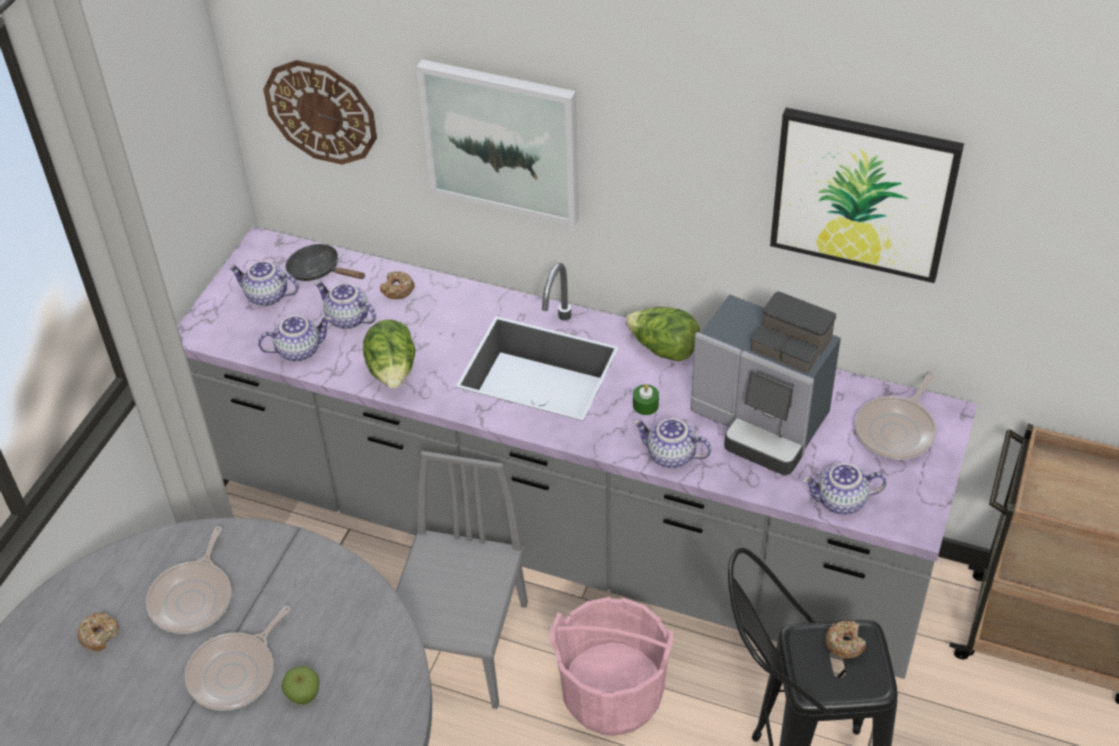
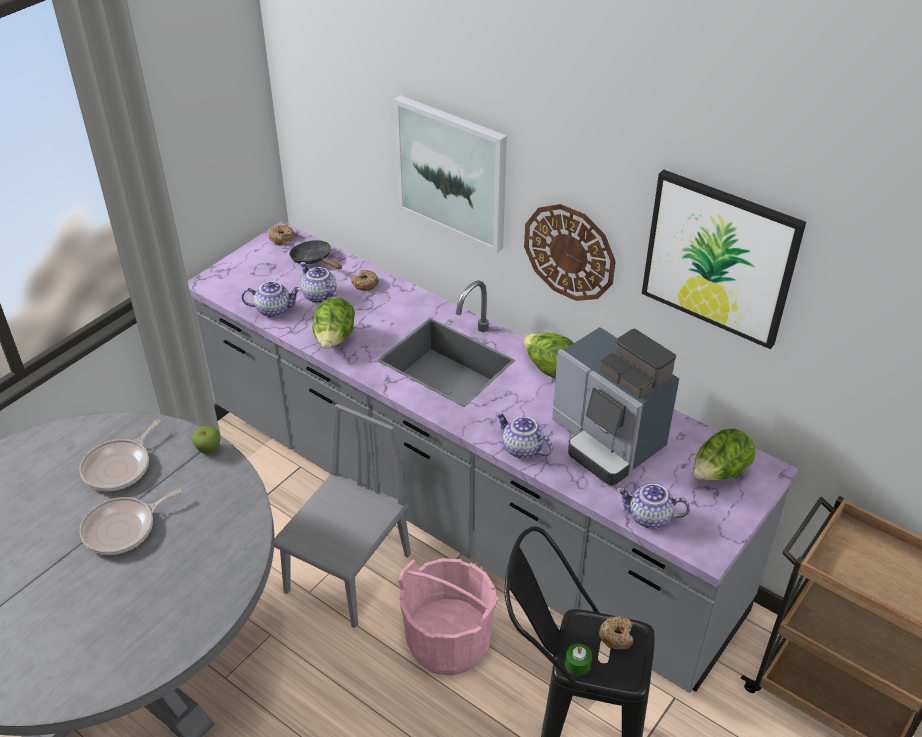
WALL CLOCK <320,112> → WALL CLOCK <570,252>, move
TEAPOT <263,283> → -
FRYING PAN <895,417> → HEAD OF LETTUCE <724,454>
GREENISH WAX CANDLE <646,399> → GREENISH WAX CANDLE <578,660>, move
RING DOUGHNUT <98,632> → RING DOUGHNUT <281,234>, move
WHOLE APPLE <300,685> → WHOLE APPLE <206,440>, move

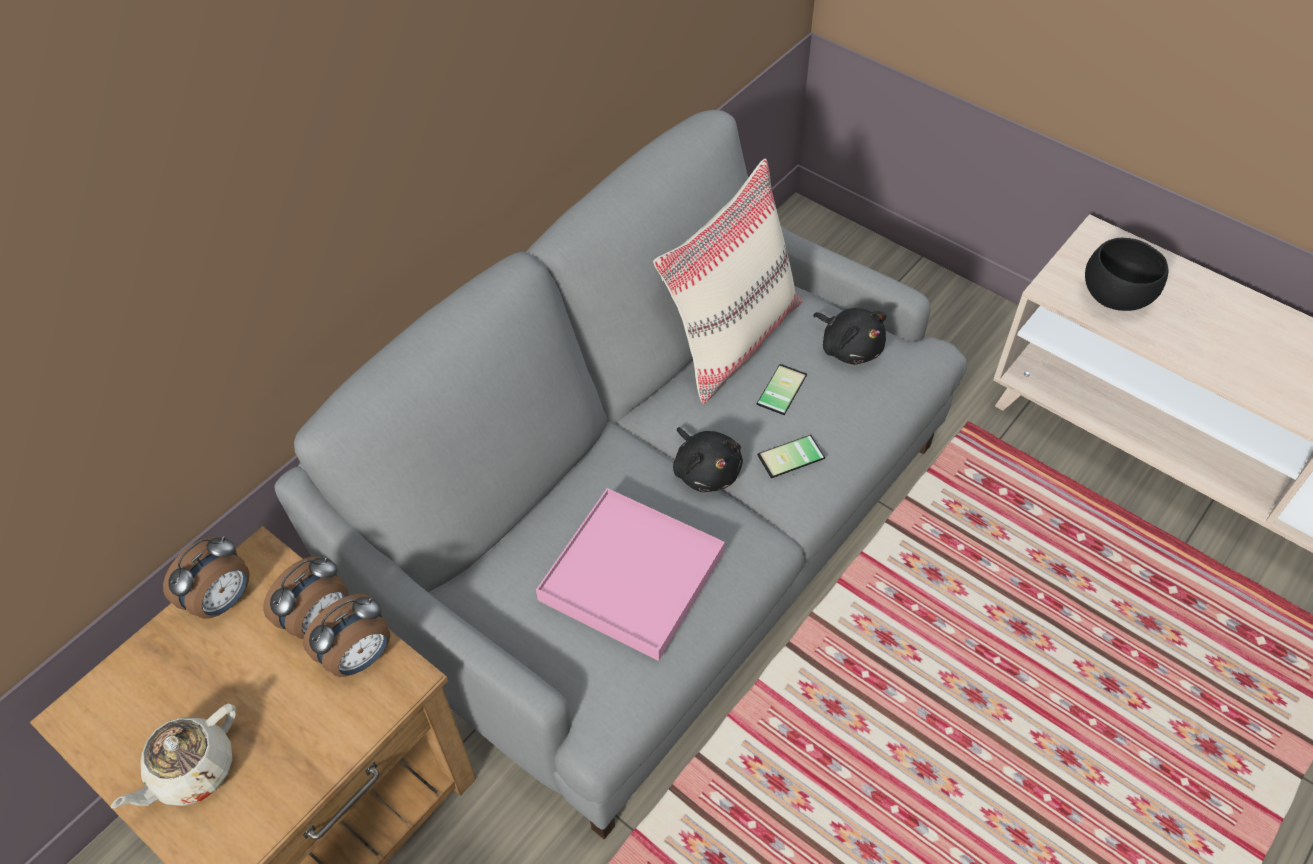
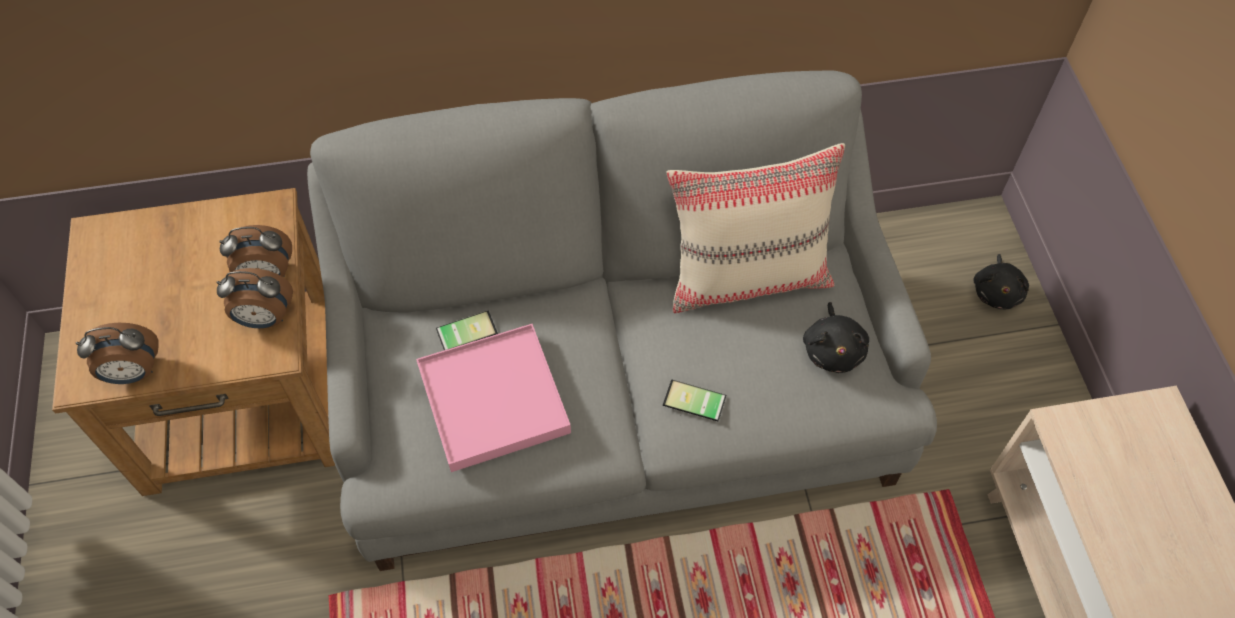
BLACK-COLOURED SERVING BOWL <1126,274> → -
TELEPHONE <782,389> → TELEPHONE <467,330>, move
BLACK-COLOURED PLUSH TOY <708,459> → BLACK-COLOURED PLUSH TOY <1001,281>, move
BEDSIDE CLOCK <206,577> → BEDSIDE CLOCK <117,353>, move
BEIGE-COLOURED TEAPOT <174,756> → -

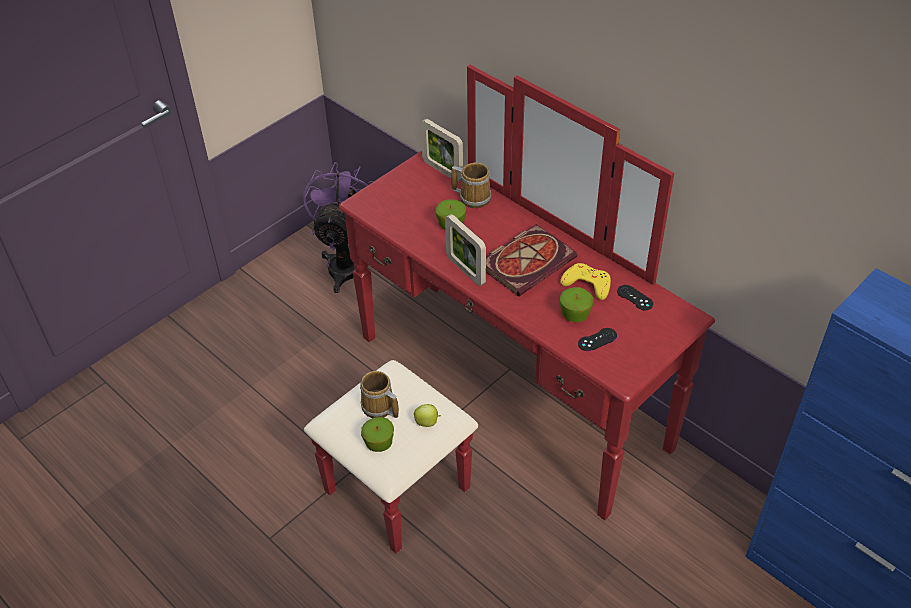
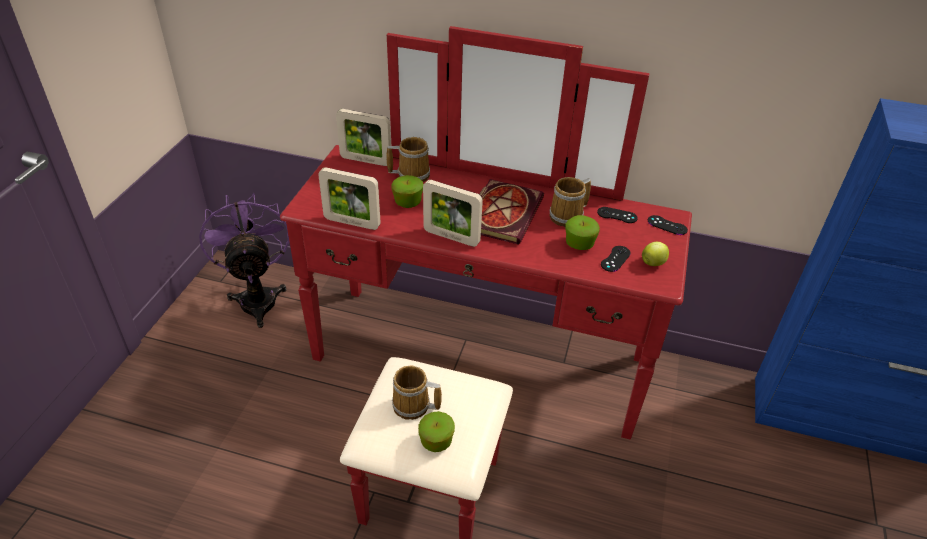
YELLOW-COLOURED GAMEPAD <585,281> → TEA MUG <570,202>
WHOLE APPLE <427,415> → WHOLE APPLE <655,254>, move
- → PHOTO FRAME <349,198>
- → BLACK-COLOURED GAMEPAD <668,225>

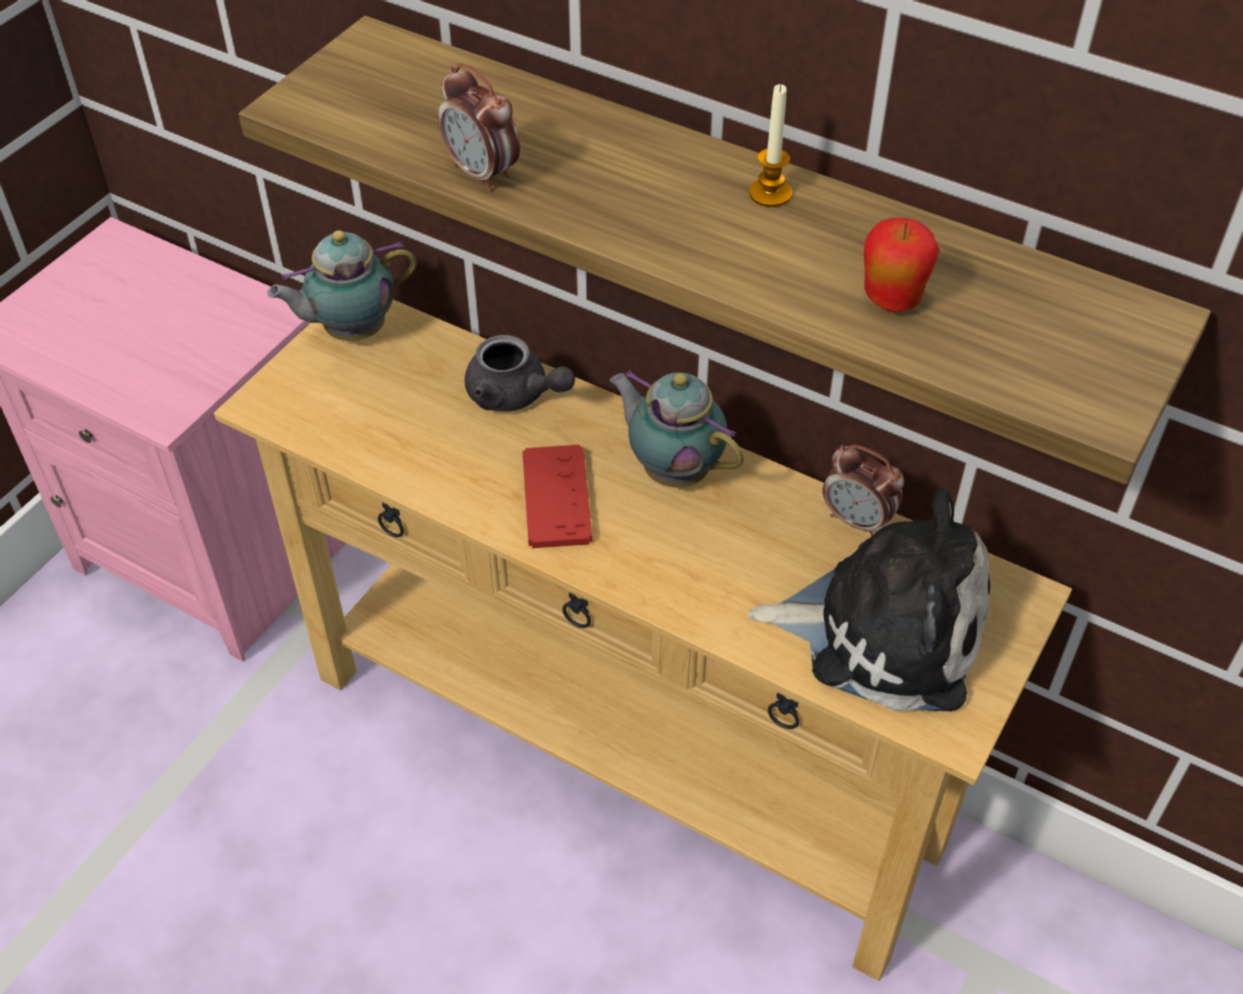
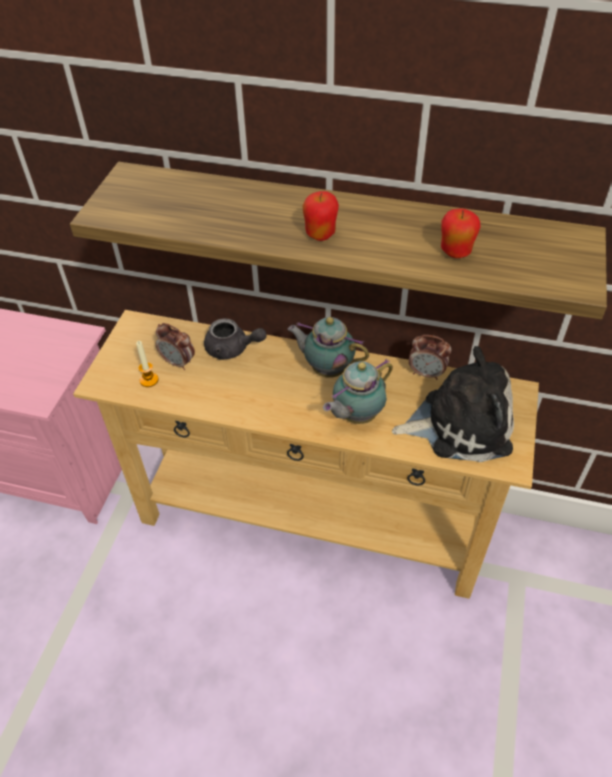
BEDSIDE CLOCK <479,127> → BEDSIDE CLOCK <175,346>, move
WAX CANDLE <770,145> → WAX CANDLE <147,364>, move
TEAPOT <342,285> → TEAPOT <358,391>, move
REDDISH GAMEPAD <557,496> → -
- → WHOLE APPLE <320,216>

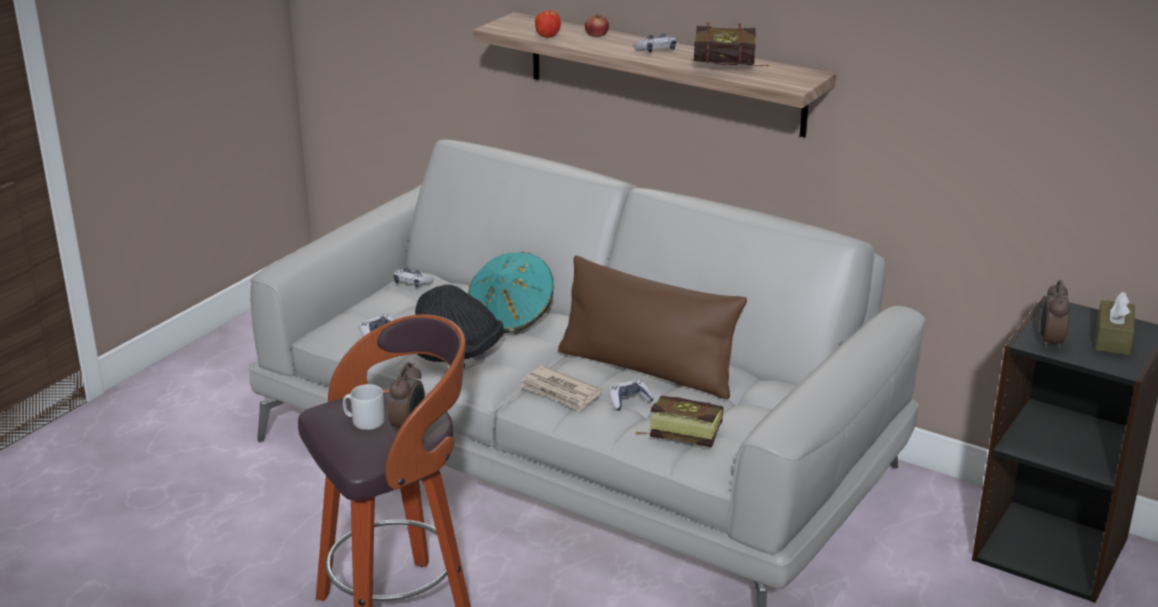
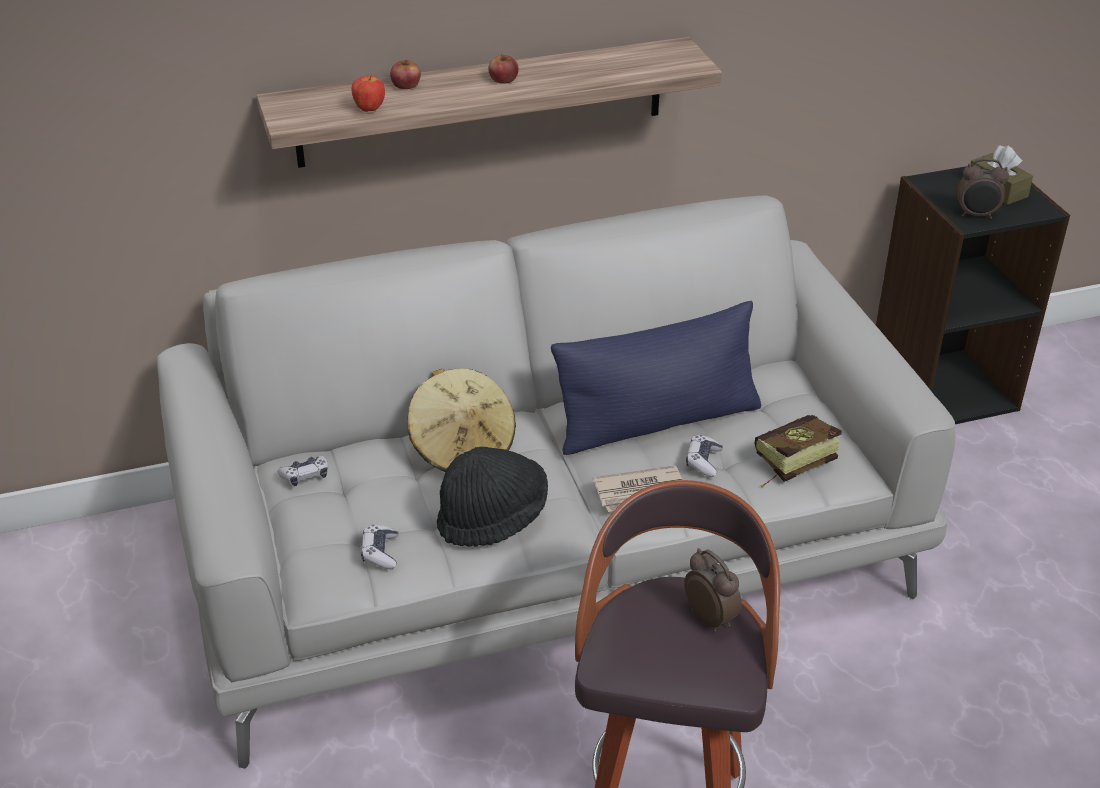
BOUND BOOK <731,45> → -
GAMEPAD <654,43> → WHOLE APPLE <503,69>
BLUE-GREEN CLOTHING HAT <511,292> → BEIGE-COLOURED CLOTHING HAT <462,420>
BROWN CUSHION <652,327> → BLUE CUSHION <656,378>
BEDSIDE CLOCK <1055,314> → BEDSIDE CLOCK <983,188>, 45 degrees counterclockwise
GRAY TEA MUG <364,407> → -

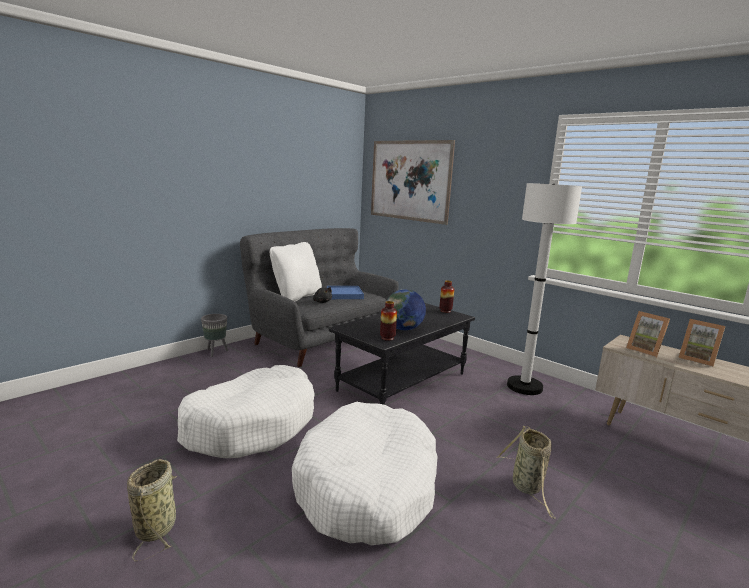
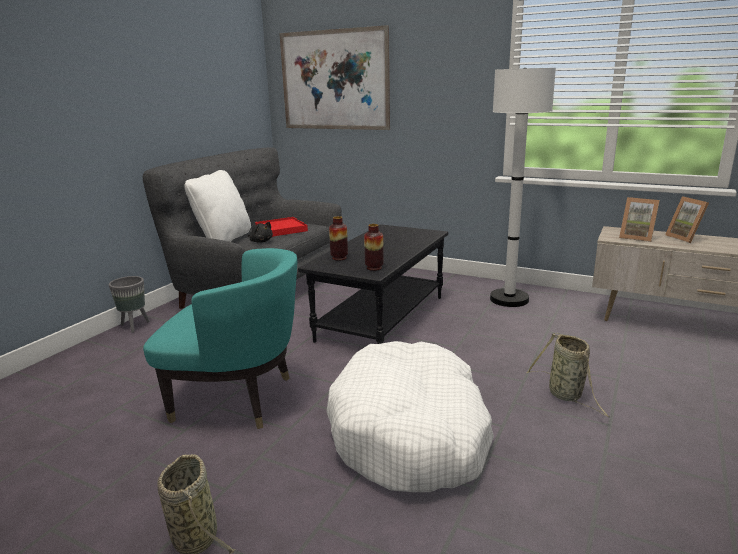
DECORATIVE VASE <446,297> → DECORATIVE VASE <338,238>, move
BLUE CARRYING TRAY <345,292> → REDDISH CARRYING TRAY <281,227>
GLOBE <406,310> → -
PHOTO FRAME <701,343> → PHOTO FRAME <687,219>, 45 degrees clockwise
WHITISH DOG BED <246,411> → BLUE-GREEN EASY CHAIR <220,338>

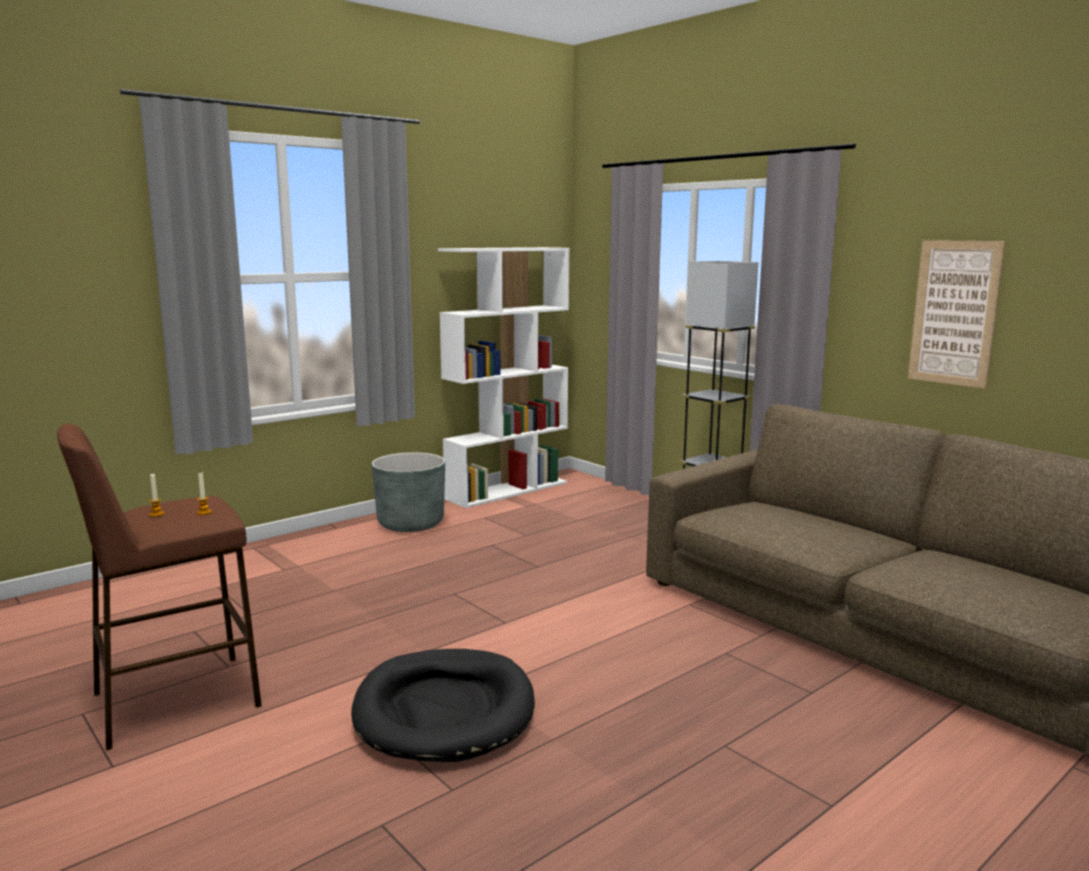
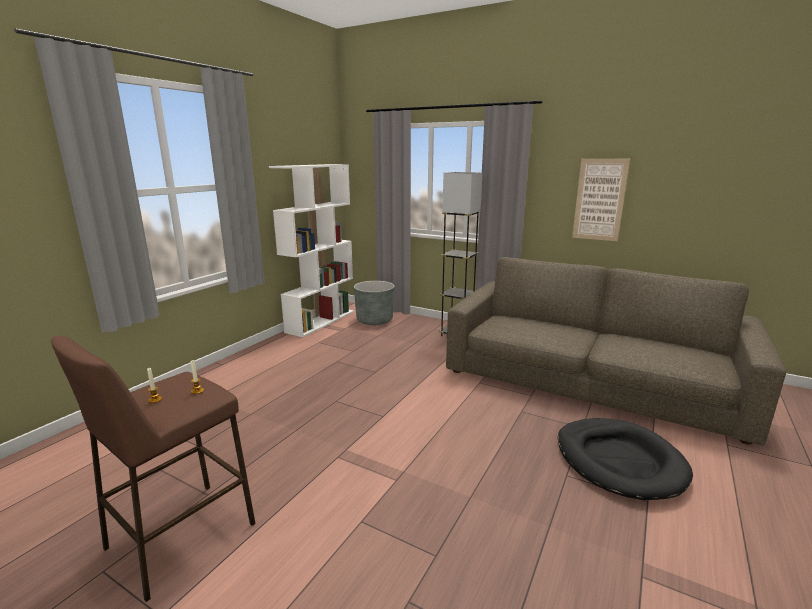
GRAY PLANTER <408,492> → GRAY PLANTER <374,303>, move
BLACK-COLOURED DOG BED <443,705> → BLACK-COLOURED DOG BED <625,459>, move

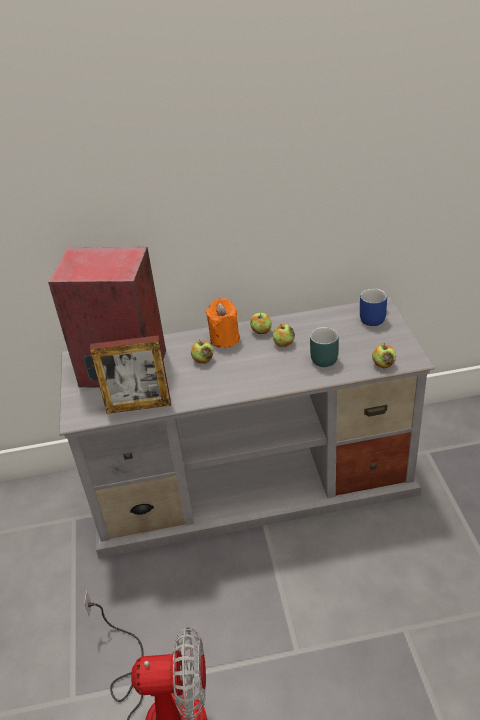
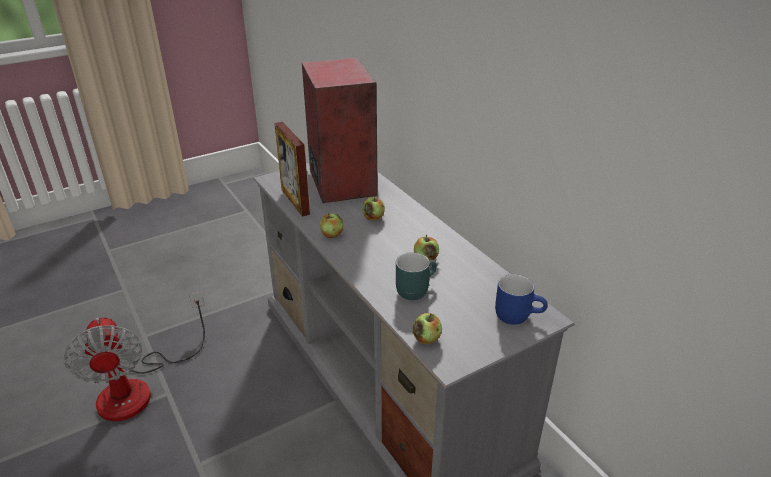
ORANGE WAX CANDLE <223,323> → -
WHOLE APPLE <261,323> → WHOLE APPLE <331,225>, move

